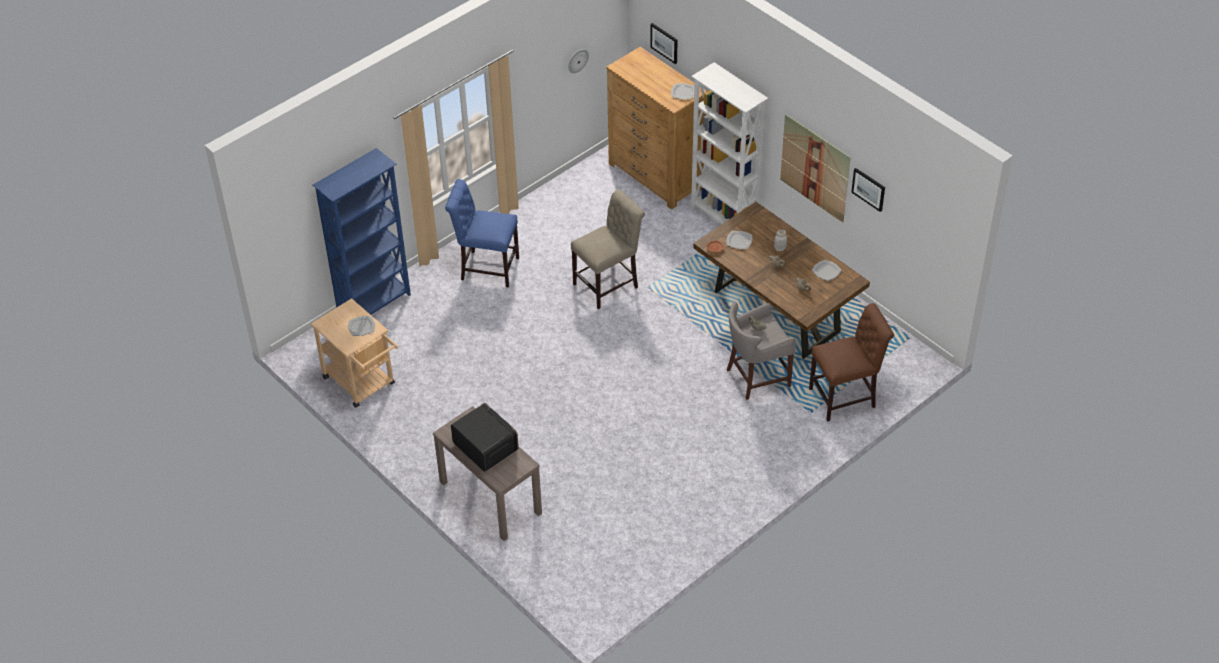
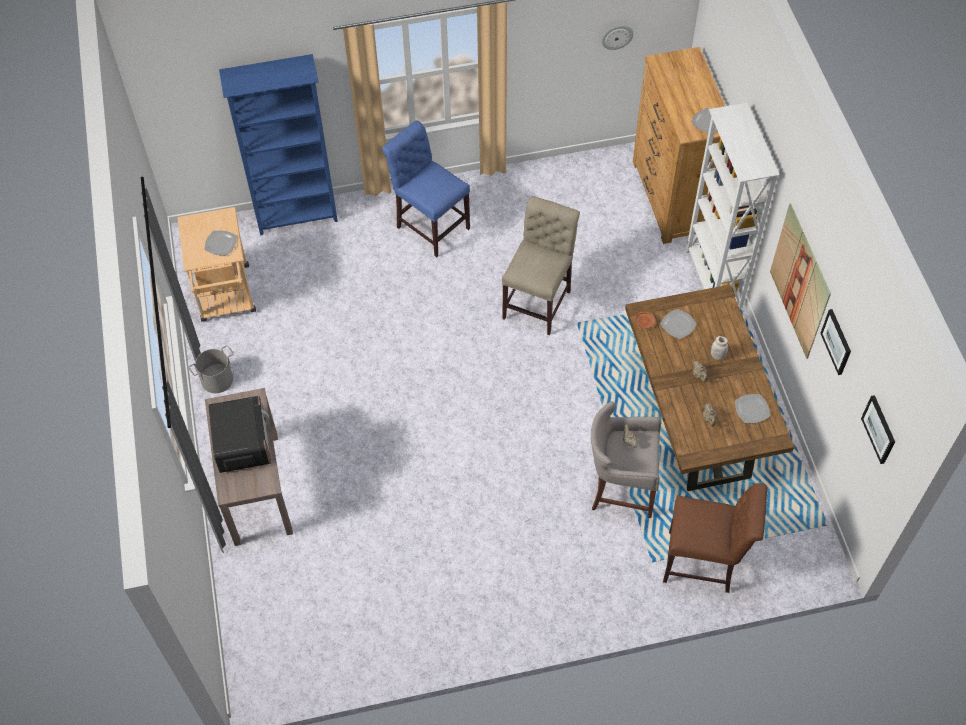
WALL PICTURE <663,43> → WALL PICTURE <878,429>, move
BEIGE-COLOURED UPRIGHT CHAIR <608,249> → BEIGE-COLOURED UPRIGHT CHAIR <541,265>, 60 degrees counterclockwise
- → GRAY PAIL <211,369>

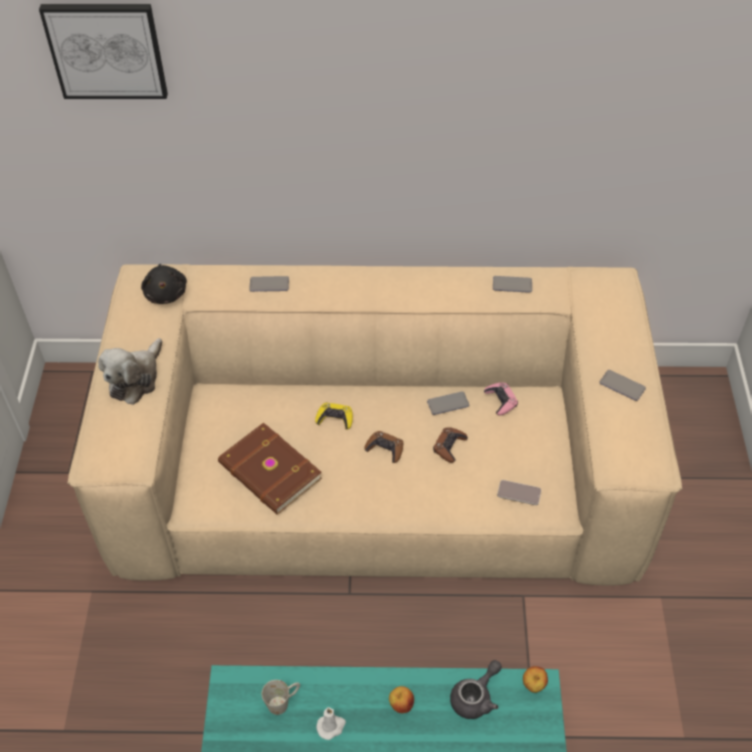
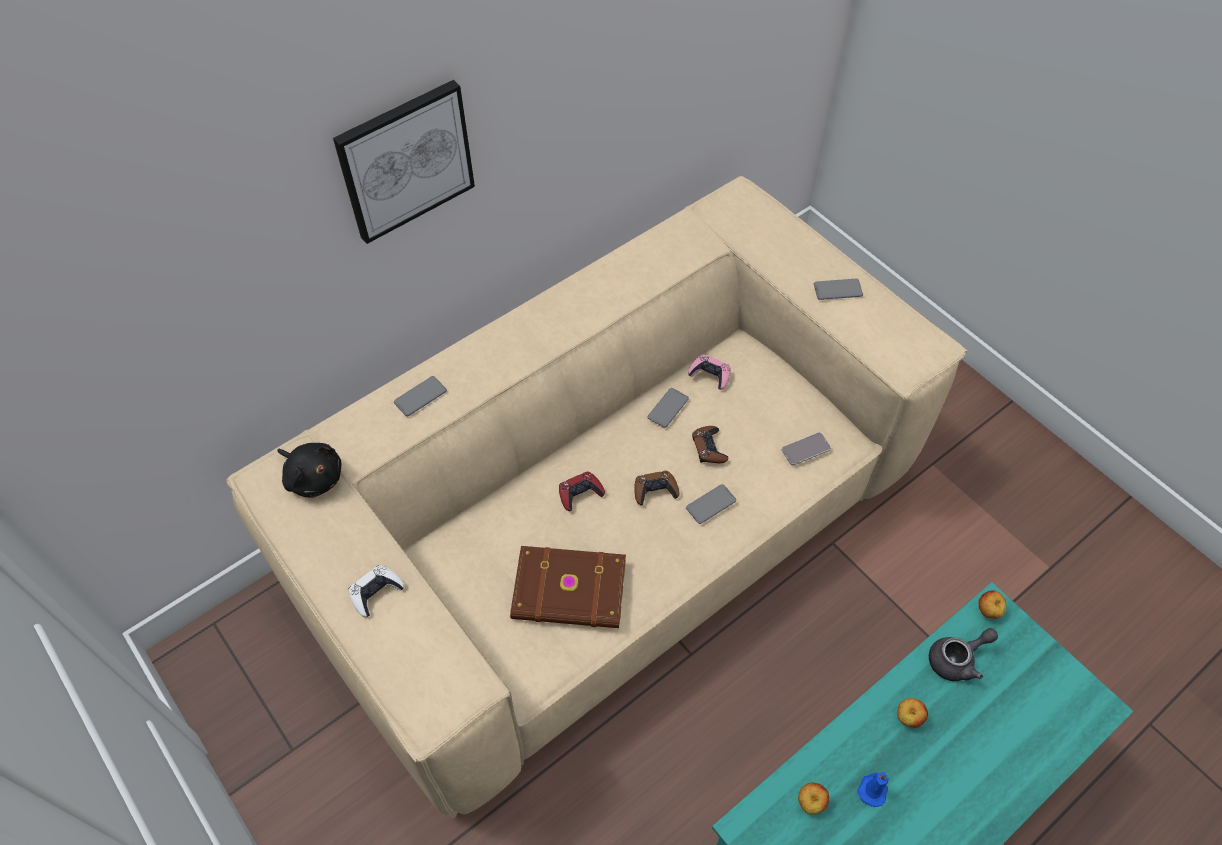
WALL PICTURE <103,51> → WALL PICTURE <404,162>, move
TELEPHONE <512,284> → TELEPHONE <711,504>, move
PLUSH TOY <130,371> → WHITISH GAMEPAD <376,591>
YELLOW-COLOURED GAMEPAD <334,416> → REDDISH GAMEPAD <582,491>
GRAY TEAPOT <476,689> → GRAY TEAPOT <963,654>, 60 degrees clockwise
WHITISH TEA MUG <281,697> → WHOLE APPLE <813,798>
WHITISH WAX CANDLE <331,723> → BLUE WAX CANDLE <873,789>

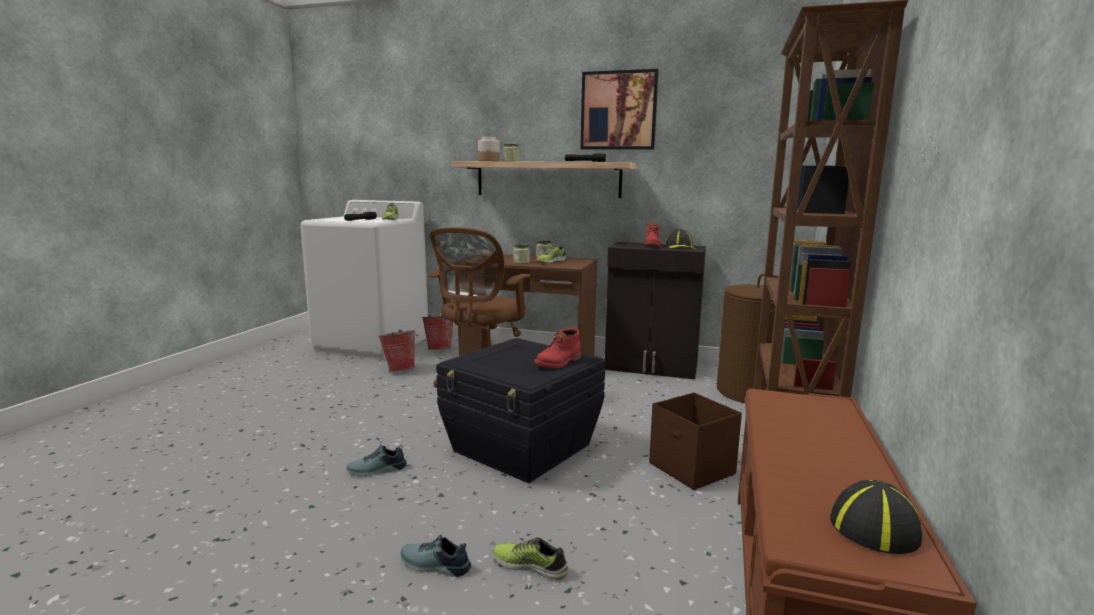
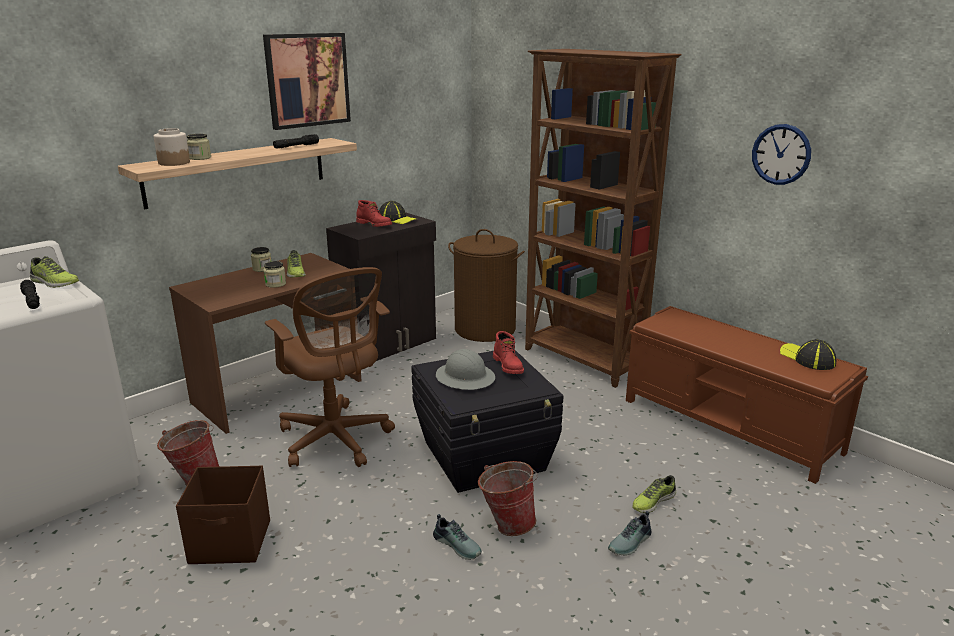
PAIL <437,332> → PAIL <508,498>, move
BROWN STORAGE CONTAINER <695,441> → BROWN STORAGE CONTAINER <223,514>, move
SHOE <376,460> → SHOE <457,537>, 60 degrees counterclockwise
- → WALL CLOCK <781,154>
- → GRAY HARD HAT <465,369>

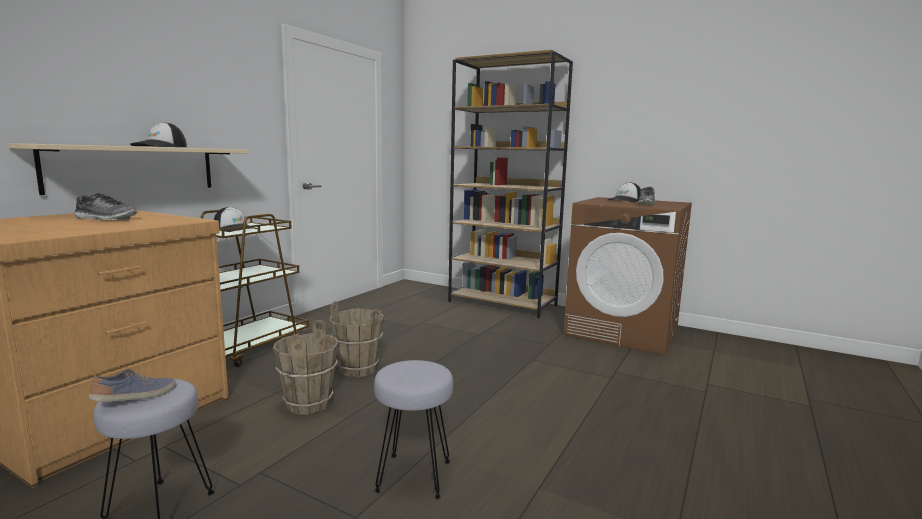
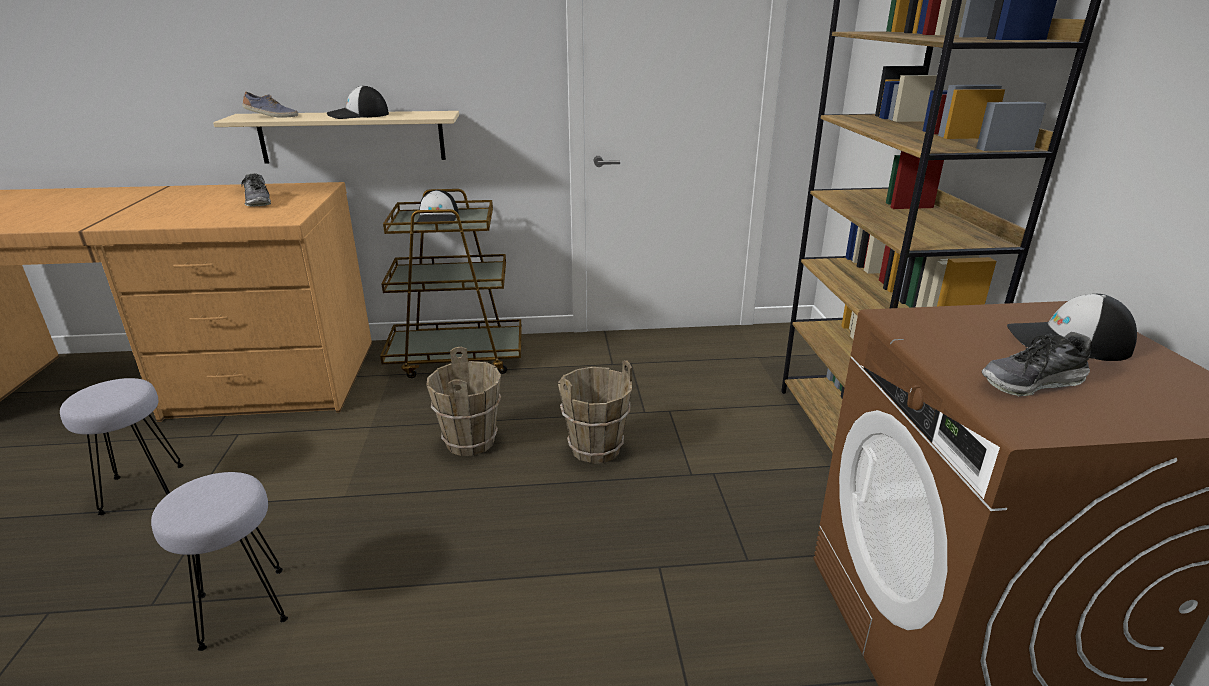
BROWN PAIL <306,367> → BROWN PAIL <595,412>, move
SHOE <132,385> → SHOE <270,105>, move

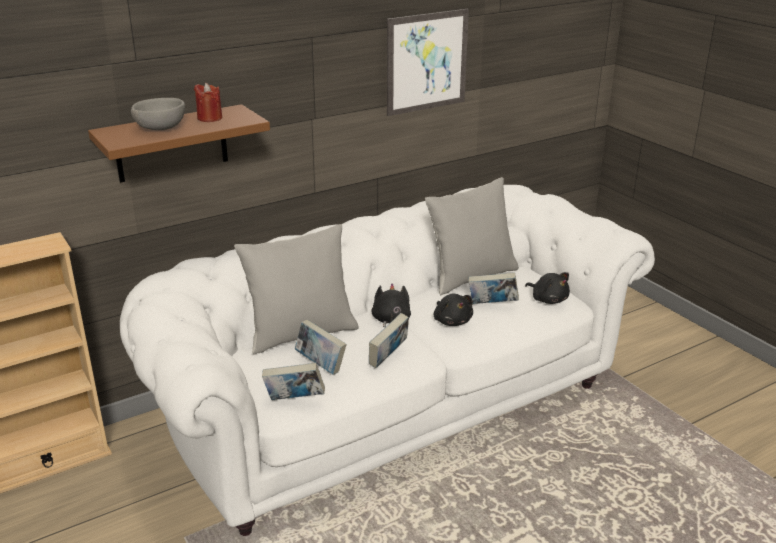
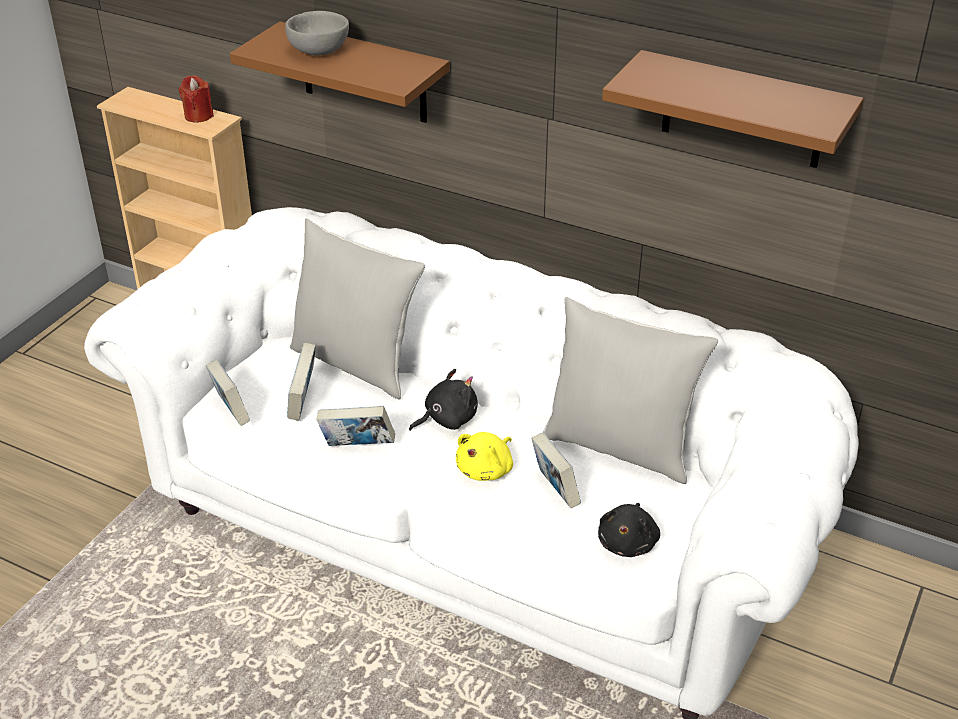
WALL PICTURE <428,62> → BROWN BRACKET SHELF <733,109>
REDDISH WAX CANDLE <208,102> → REDDISH WAX CANDLE <196,99>, move
BLACK-COLOURED PLUSH TOY <453,310> → YELLOW-COLOURED PLUSH TOY <484,456>

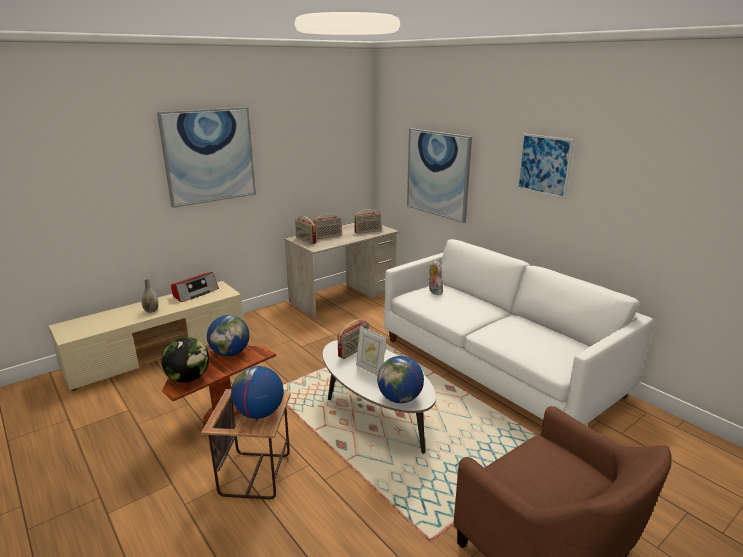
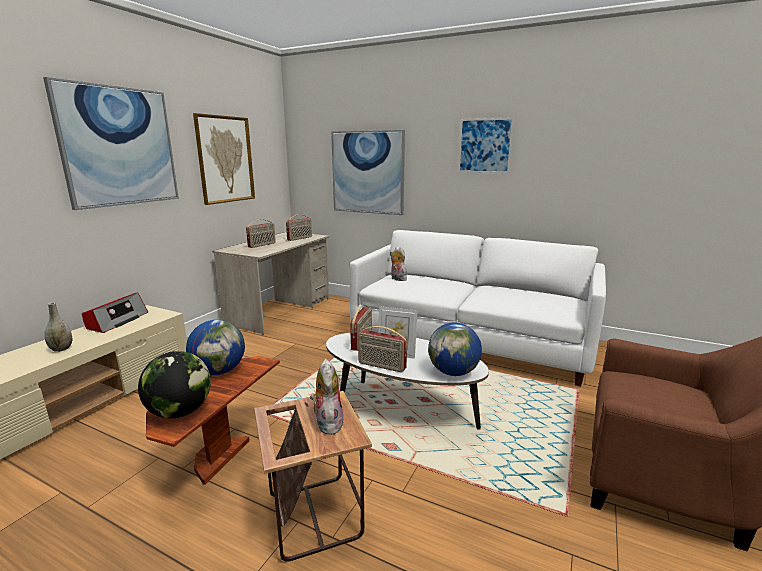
RADIO <305,230> → RADIO <382,349>, move
GLOBE <257,392> → PLUSH TOY <327,397>
- → WALL PICTURE <224,159>

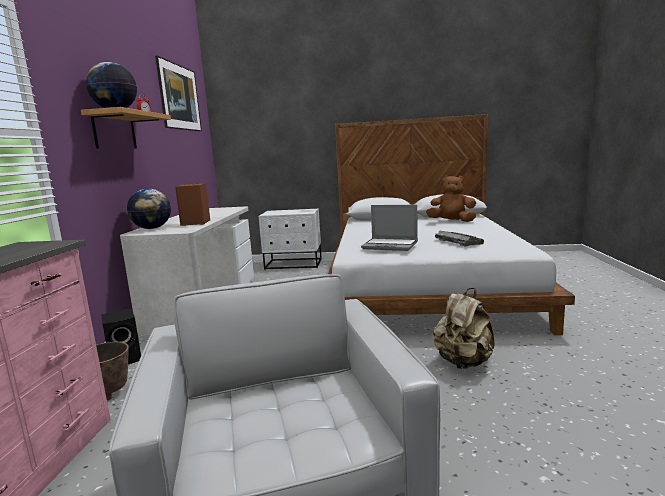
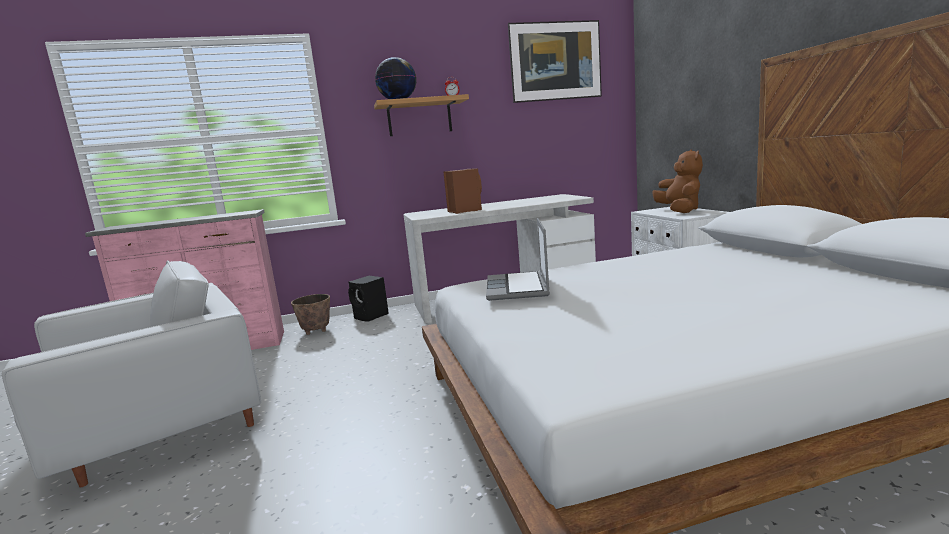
BROWN PLUSH TOY <451,198> → BROWN PLUSH TOY <677,181>, move
GLOBE <149,209> → -
PC KEYBOARD <459,239> → -
BEIGE-COLOURED KNAPSACK <464,328> → -

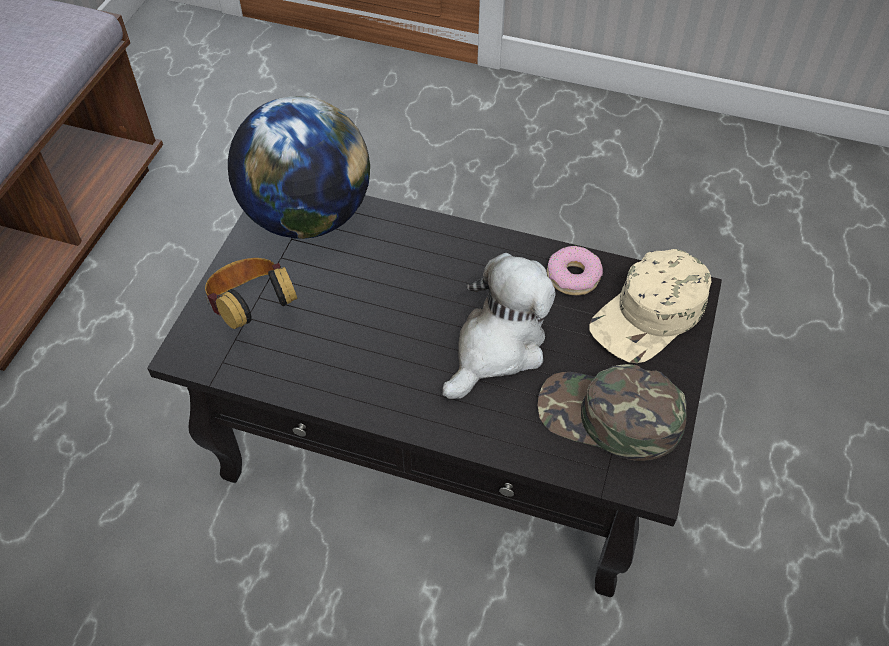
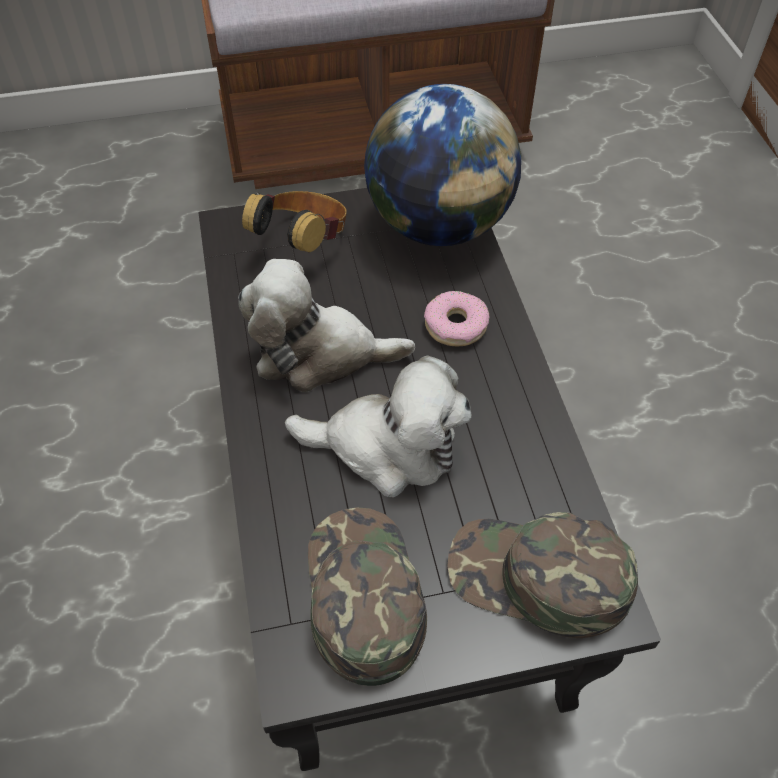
RING DOUGHNUT <575,270> → RING DOUGHNUT <456,318>, move
BEIGE-COLOURED CAP <650,306> → GREENISH CAP <542,575>
- → PLUSH TOY <326,325>

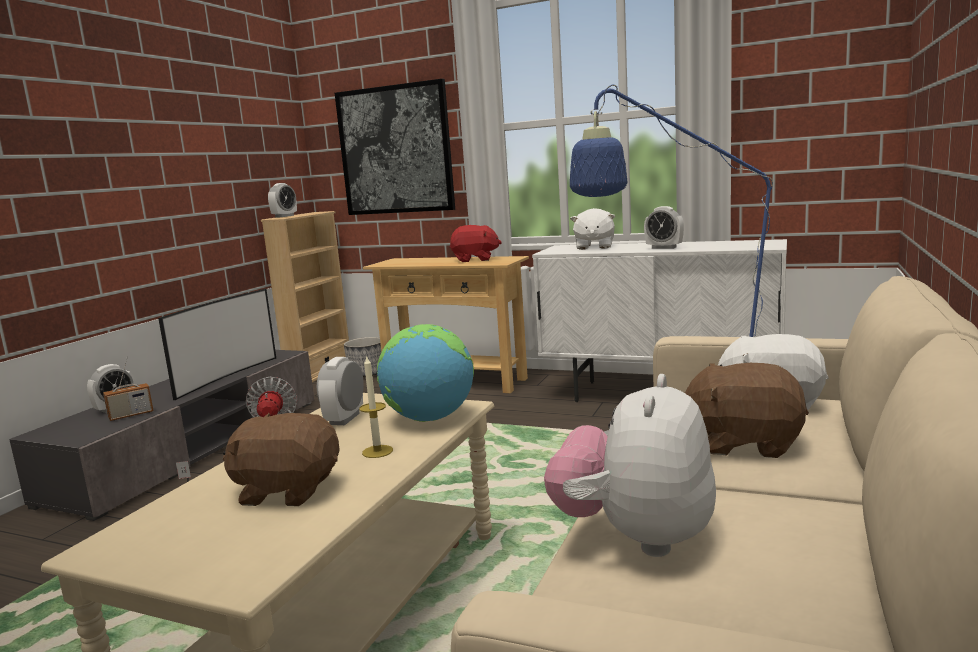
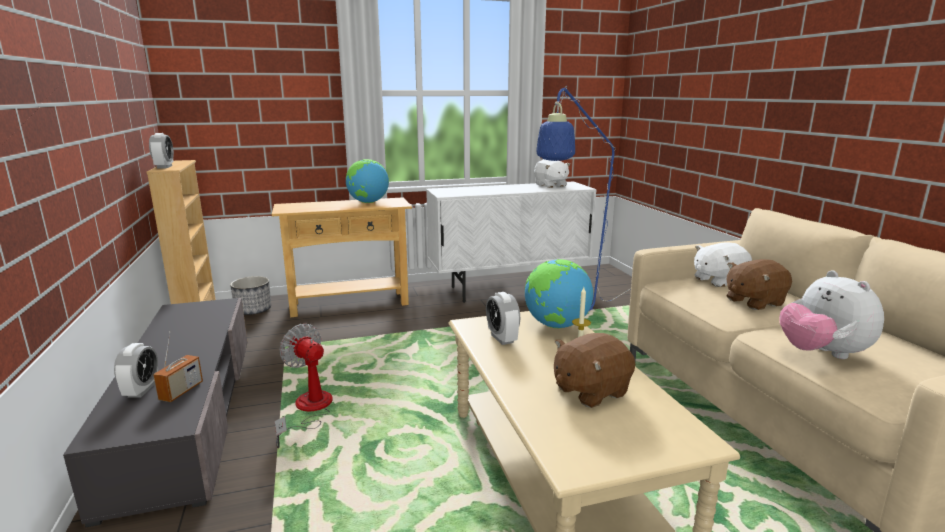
WALL PICTURE <395,147> → -
BEDSIDE CLOCK <664,227> → -
WHITISH PLUSH TOY <592,229> → WHITISH PLUSH TOY <552,173>, move
REDDISH PLUSH TOY <476,243> → GLOBE <367,181>
TELEVISION <217,344> → -

